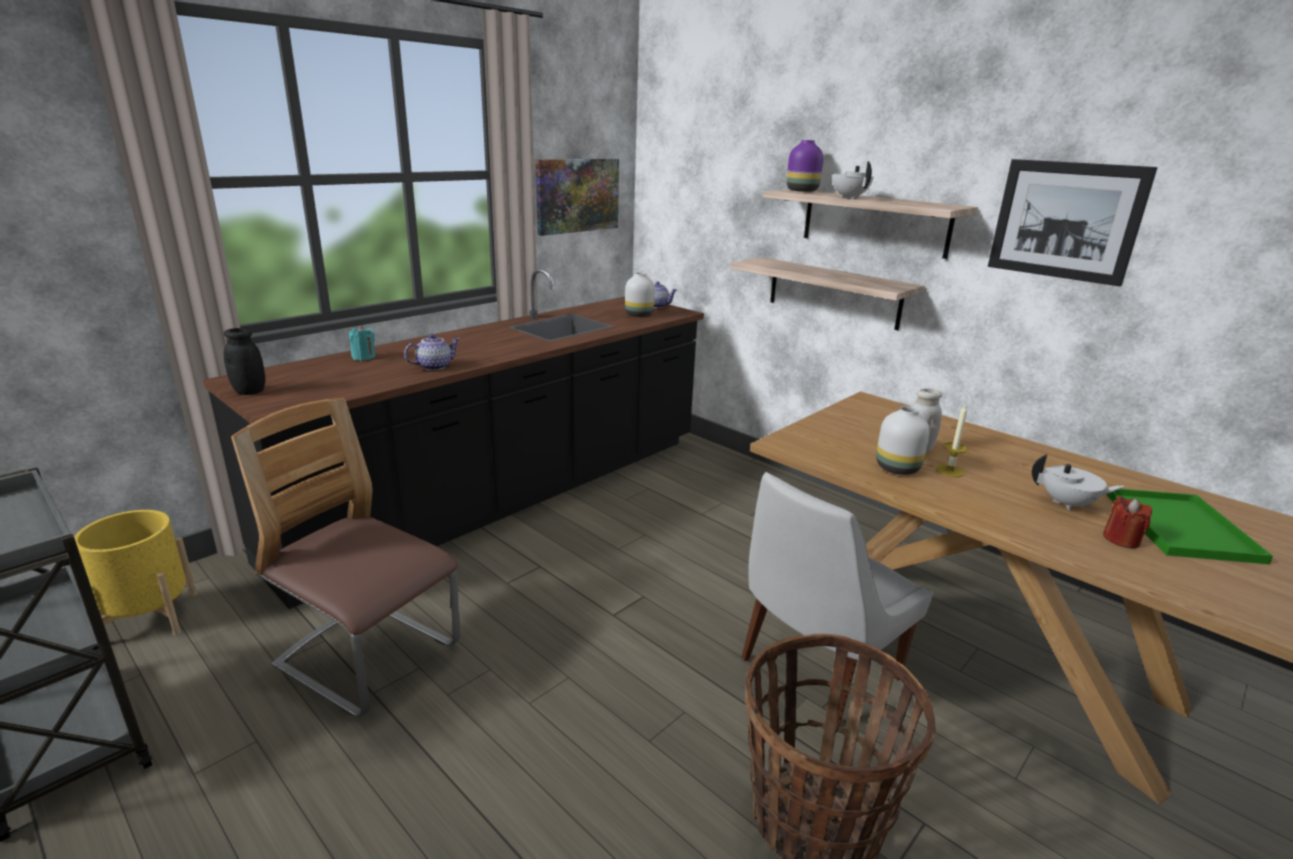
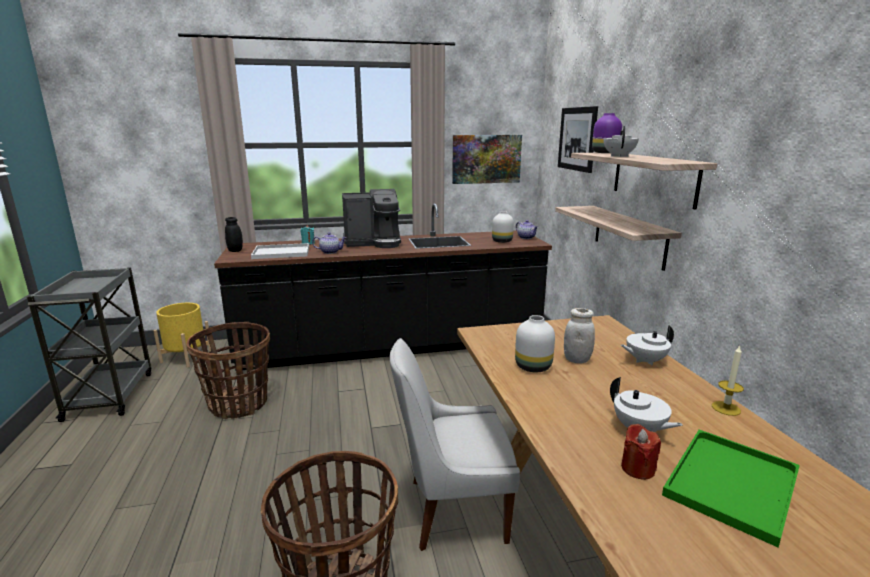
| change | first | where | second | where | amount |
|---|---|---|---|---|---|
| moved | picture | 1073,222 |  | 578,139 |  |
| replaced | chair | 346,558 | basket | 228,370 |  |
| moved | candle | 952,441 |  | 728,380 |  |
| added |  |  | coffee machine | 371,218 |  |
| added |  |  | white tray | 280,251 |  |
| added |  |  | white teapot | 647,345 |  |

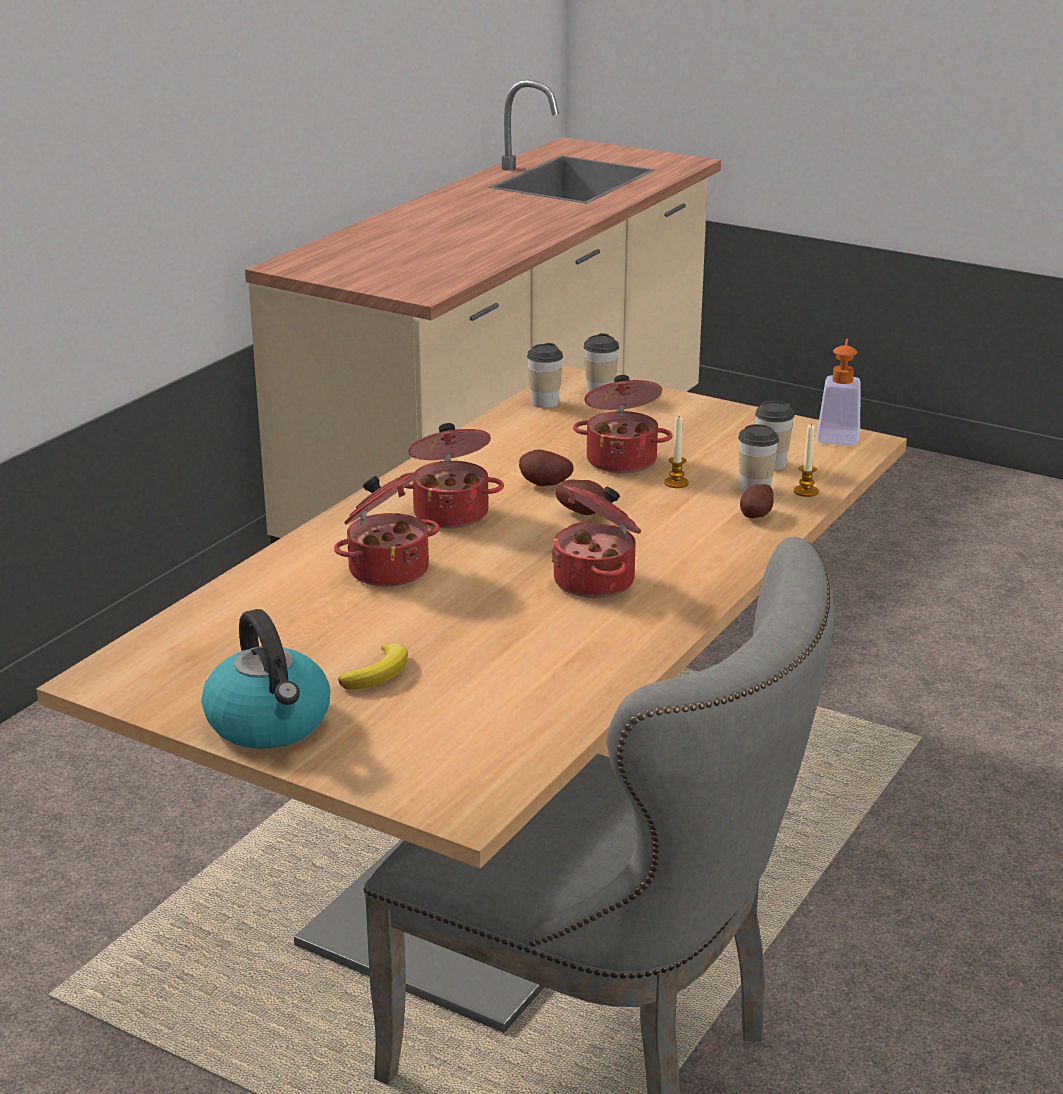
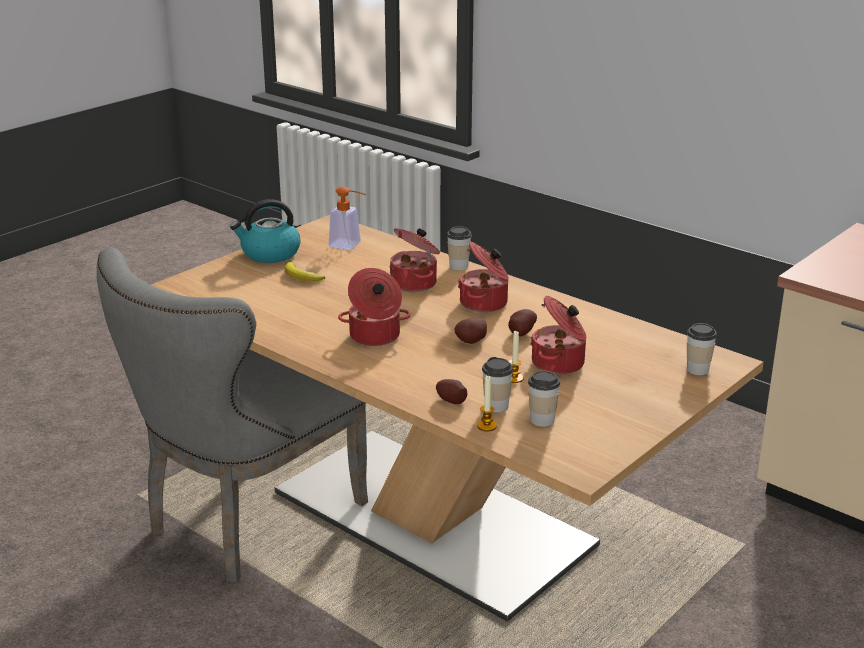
| change | first | where | second | where | amount |
|---|---|---|---|---|---|
| moved | soap dispenser | 838,392 |  | 347,218 |  |
| moved | cup | 545,375 |  | 459,248 |  |

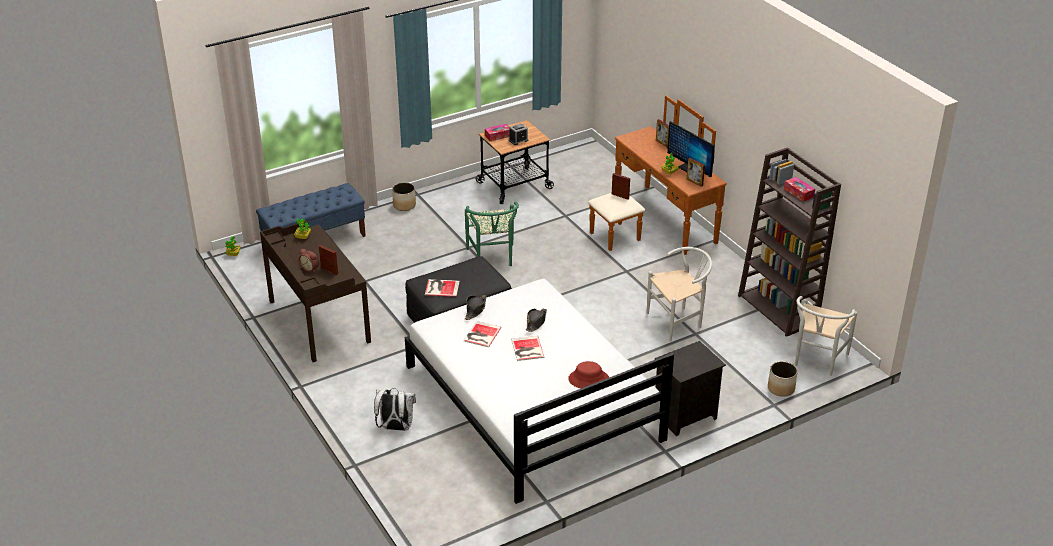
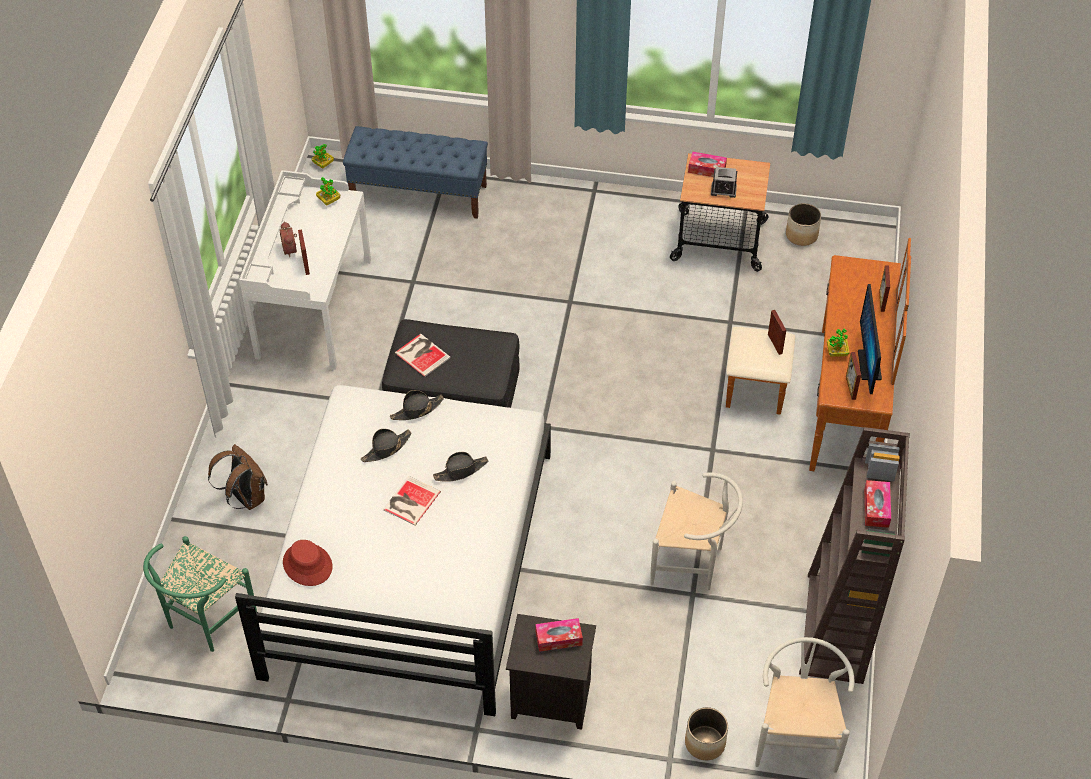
| change | first | where | second | where | amount |
|---|---|---|---|---|---|
| moved | planter | 404,196 |  | 803,224 |  |
| moved | green chair | 492,233 |  | 200,594 |  |
| recoloured | brown desk | 315,291 | white desk | 305,270 |  |
| turned | white chair | 826,336 |  | 805,705 | 120 degrees clockwise |
| replaced | book | 482,334 | black hat | 386,445 |  |
| moved | red hat | 588,375 |  | 307,563 |  |
| recoloured | white backpack | 395,409 | brown backpack | 238,477 |  |
| added |  |  | tissue box | 559,635 |  |

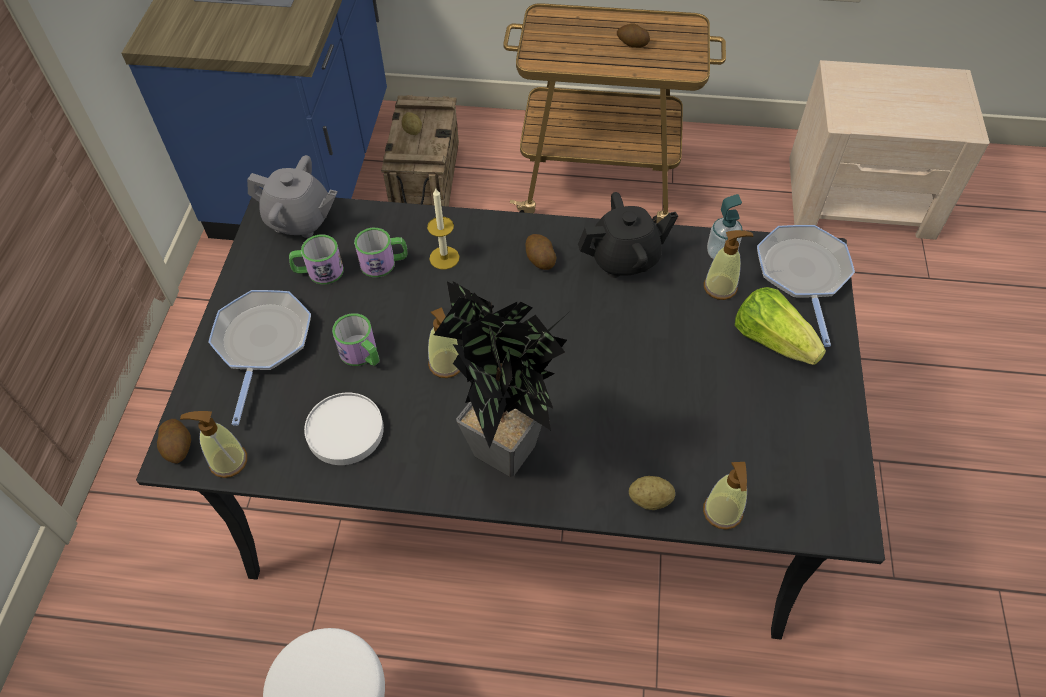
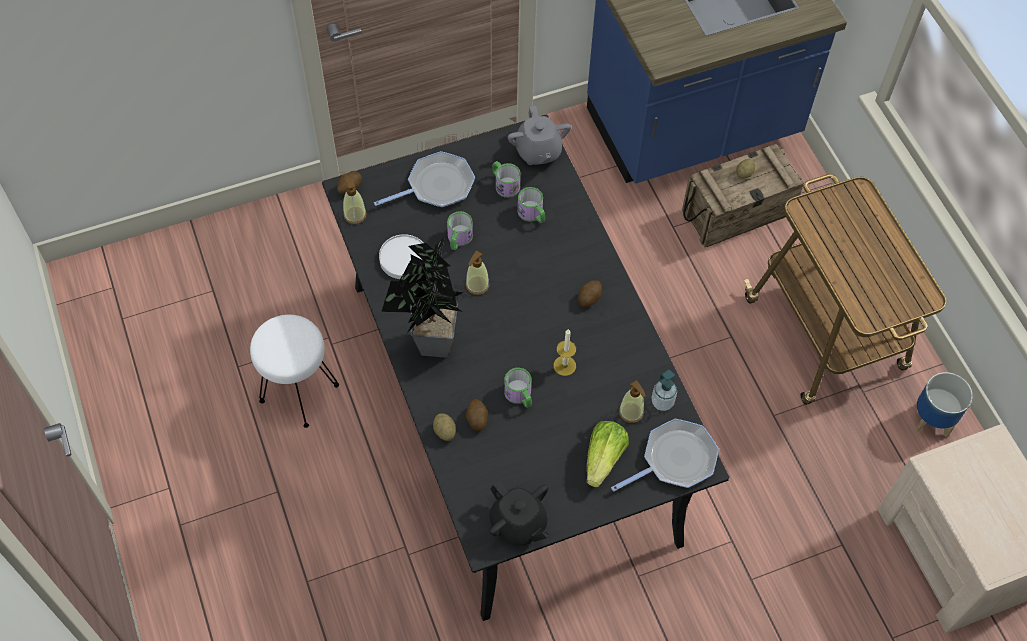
| change | first | where | second | where | amount |
|---|---|---|---|---|---|
| moved | potato | 633,35 |  | 477,415 |  |
| moved | candle | 443,228 |  | 564,352 |  |
| moved | black teapot | 628,235 |  | 520,513 |  |
| removed | soap dispenser | 725,496 |  |  |  |
| added |  |  | mug | 518,388 |  |
| added |  |  | planter | 944,404 |  |

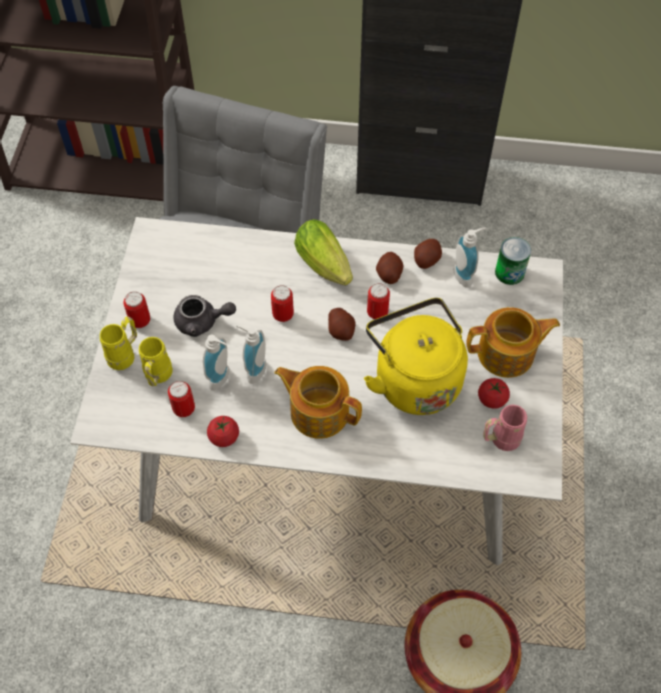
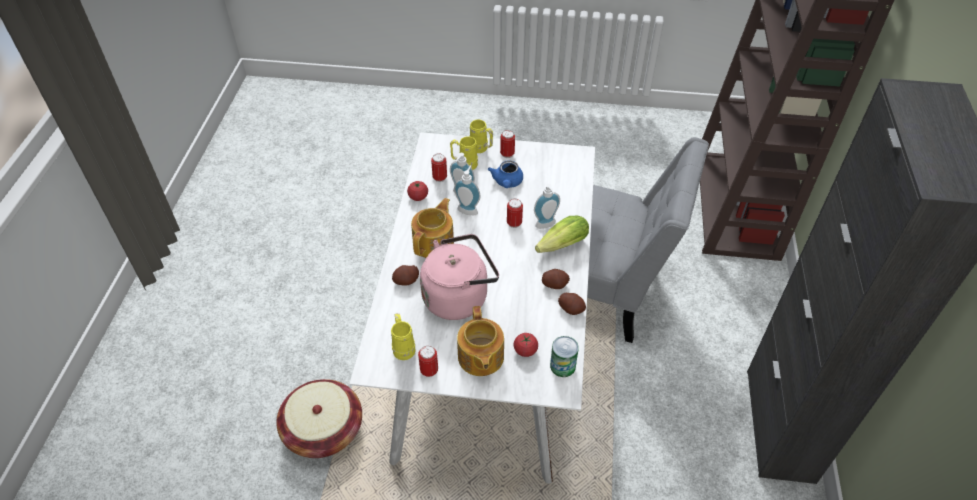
| change | first | where | second | where | amount |
|---|---|---|---|---|---|
| moved | soap dispenser | 469,257 |  | 547,206 |  |
| moved | can | 378,301 |  | 428,361 |  |
| recoloured | grey teapot | 205,316 | blue teapot | 505,174 |  |
| recoloured | yellow kettle | 416,356 | pink kettle | 459,277 |  |
| moved | potato | 341,324 |  | 405,275 |  |
| moved | tomato | 494,393 |  | 526,345 |  |
| recoloured | pink mug | 505,428 | yellow mug | 403,336 |  |

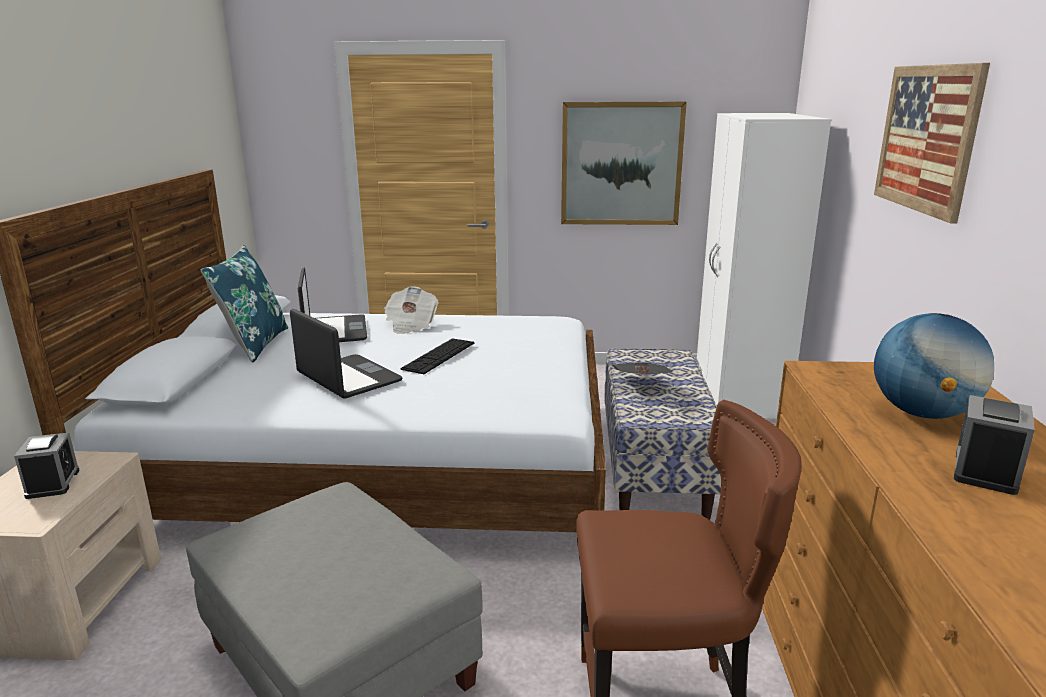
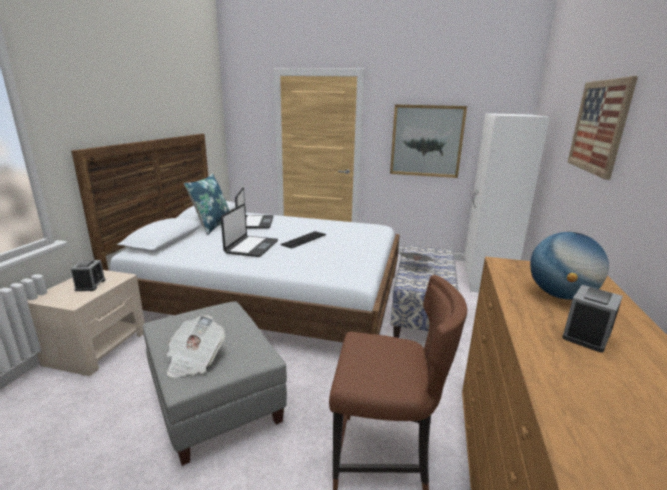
| change | first | where | second | where | amount |
|---|---|---|---|---|---|
| moved | newspaper | 411,310 |  | 196,346 |  |
| turned | laptop | 346,354 |  | 249,230 | 45 degrees clockwise |

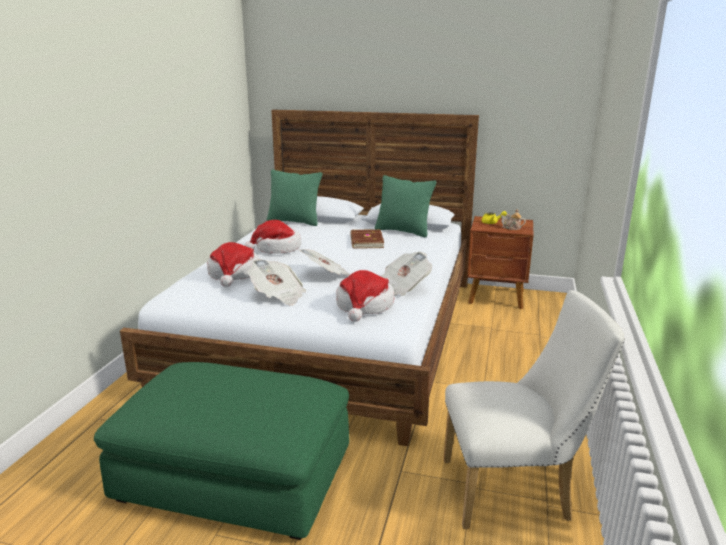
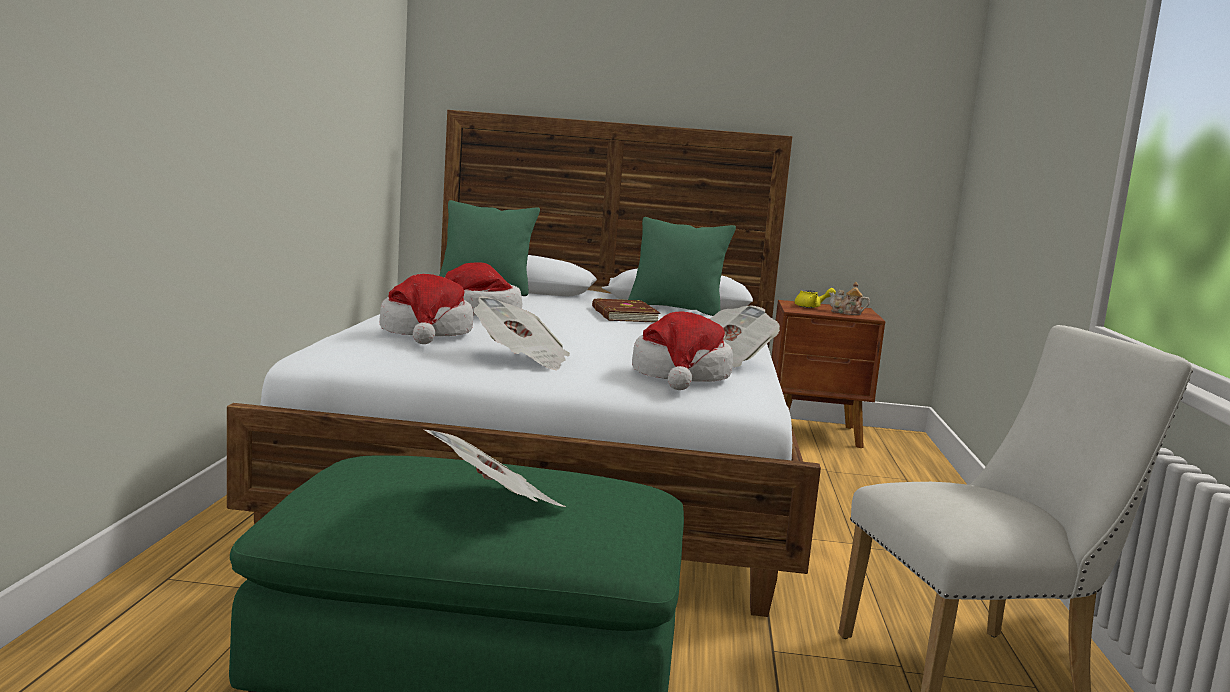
| change | first | where | second | where | amount |
|---|---|---|---|---|---|
| moved | newspaper | 324,262 |  | 495,468 |  |

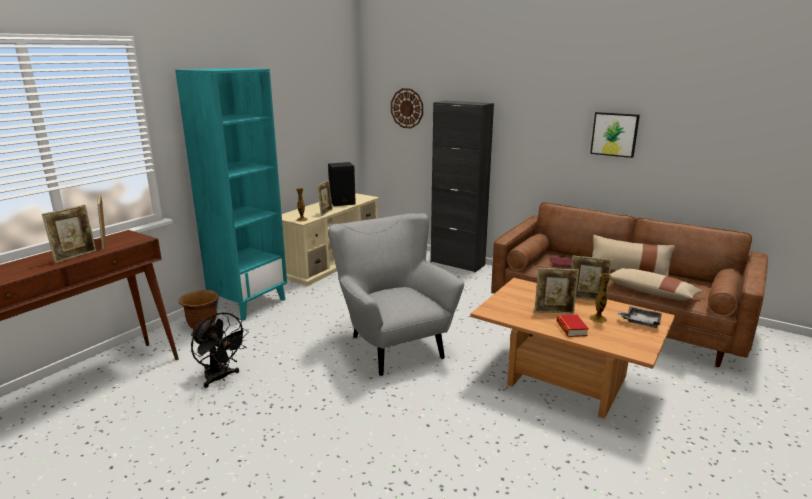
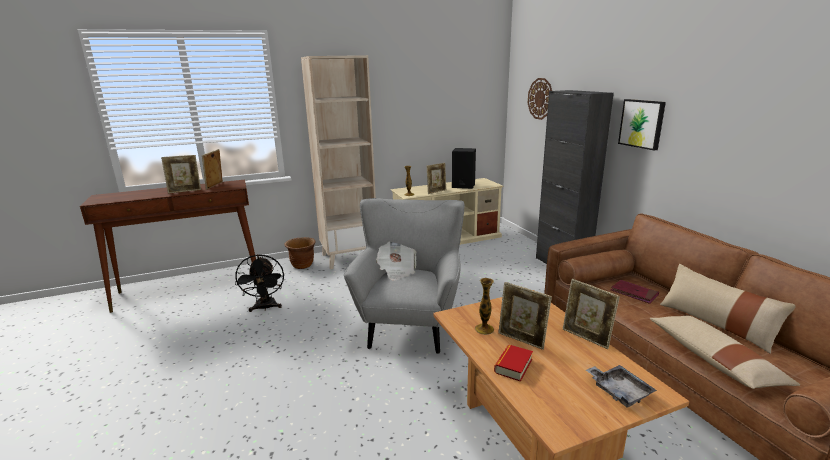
| change | first | where | second | where | amount |
|---|---|---|---|---|---|
| recoloured | turquoise bookcase | 231,194 | beige bookcase | 338,162 |  |
| moved | picture | 615,135 |  | 642,124 |  |
| moved | vase | 600,298 |  | 485,306 |  |
| added |  |  | newspaper | 396,261 |  |

